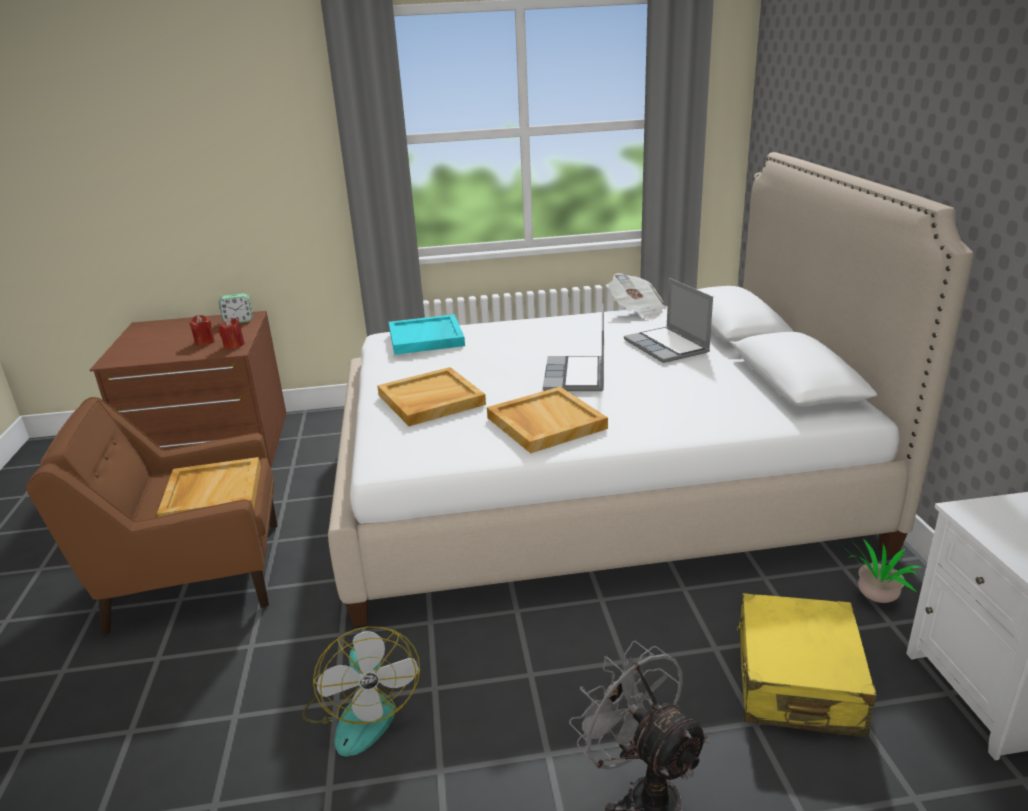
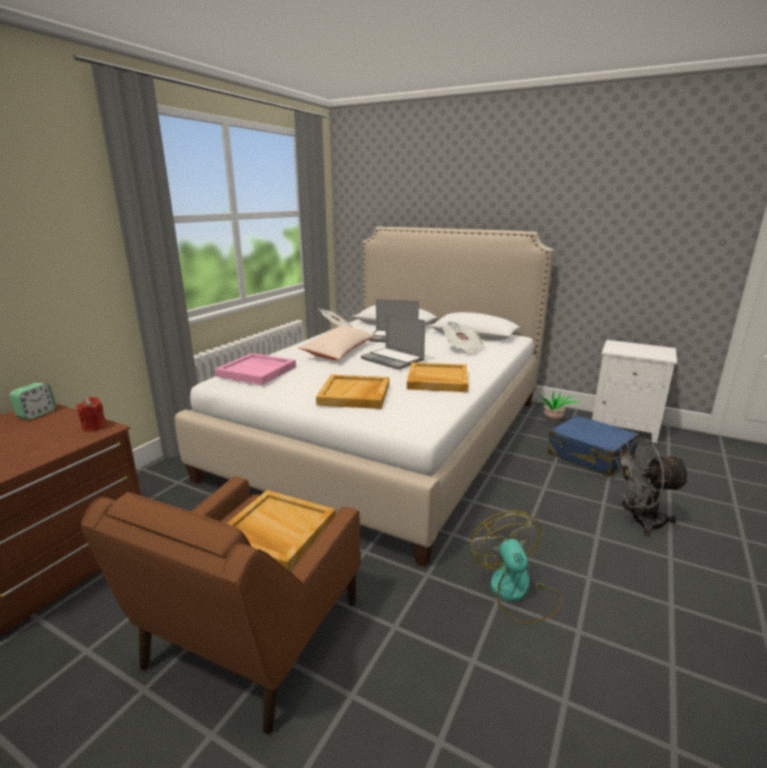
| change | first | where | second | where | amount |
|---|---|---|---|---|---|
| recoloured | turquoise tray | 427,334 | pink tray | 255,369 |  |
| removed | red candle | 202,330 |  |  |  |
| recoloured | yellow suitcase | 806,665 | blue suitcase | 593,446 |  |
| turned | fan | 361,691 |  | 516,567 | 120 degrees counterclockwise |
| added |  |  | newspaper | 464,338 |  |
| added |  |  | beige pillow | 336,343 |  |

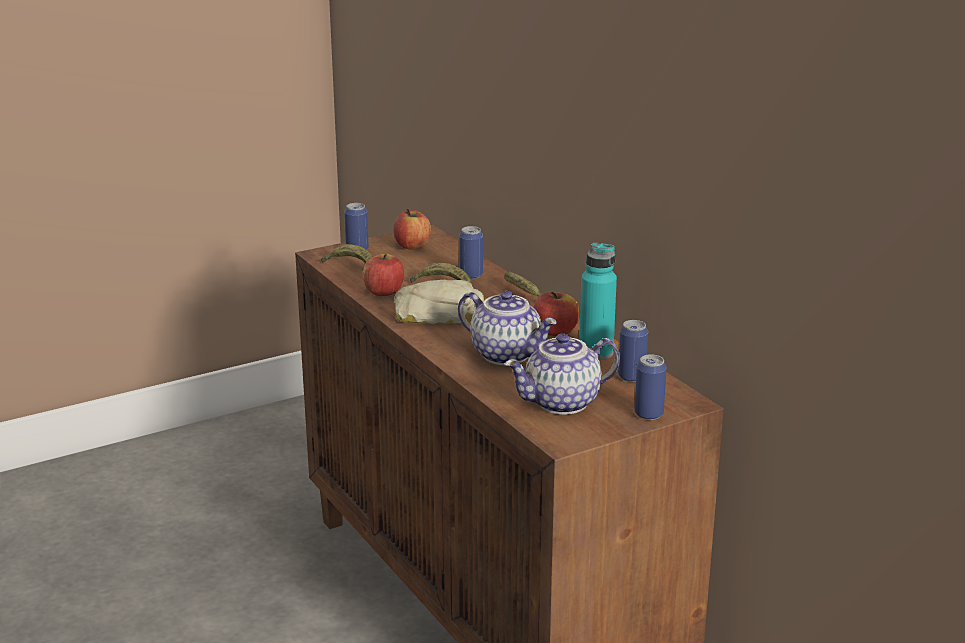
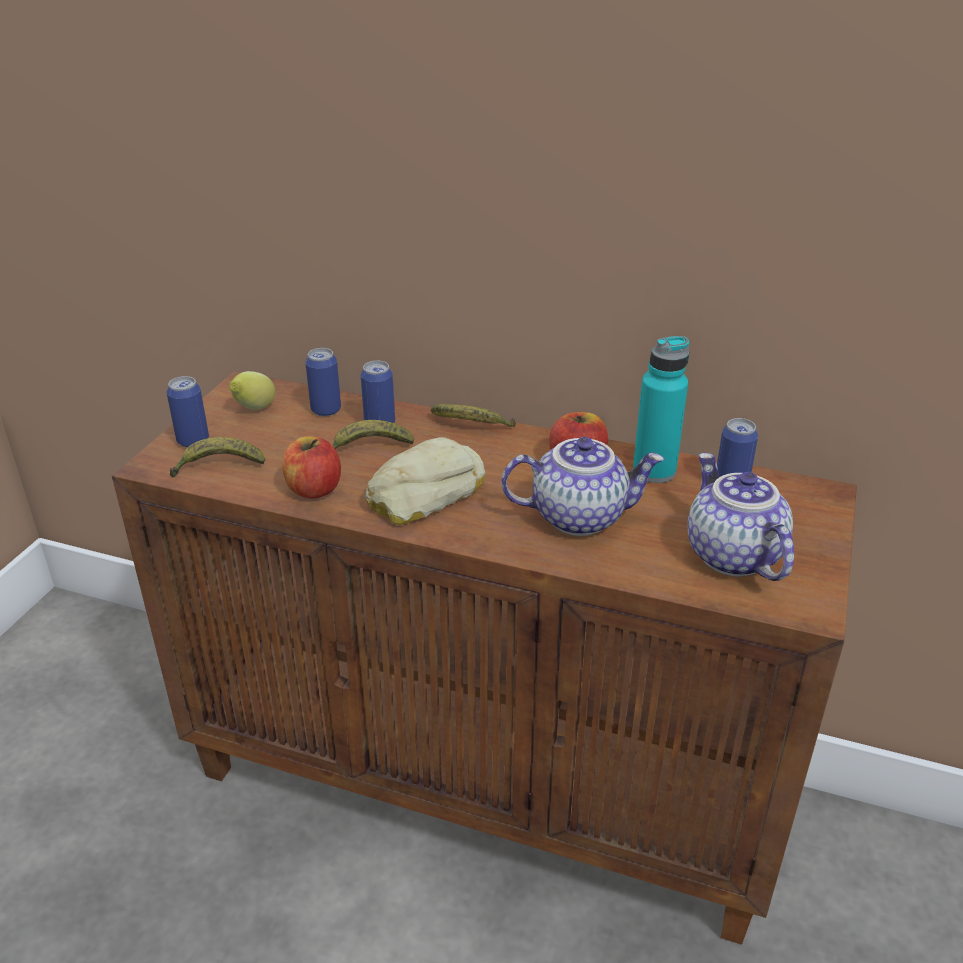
| change | first | where | second | where | amount |
|---|---|---|---|---|---|
| replaced | apple | 412,229 | lemon | 252,390 |  |
| turned | teapot | 562,374 |  | 740,517 | 135 degrees clockwise |
| moved | can | 650,387 |  | 323,382 |  |

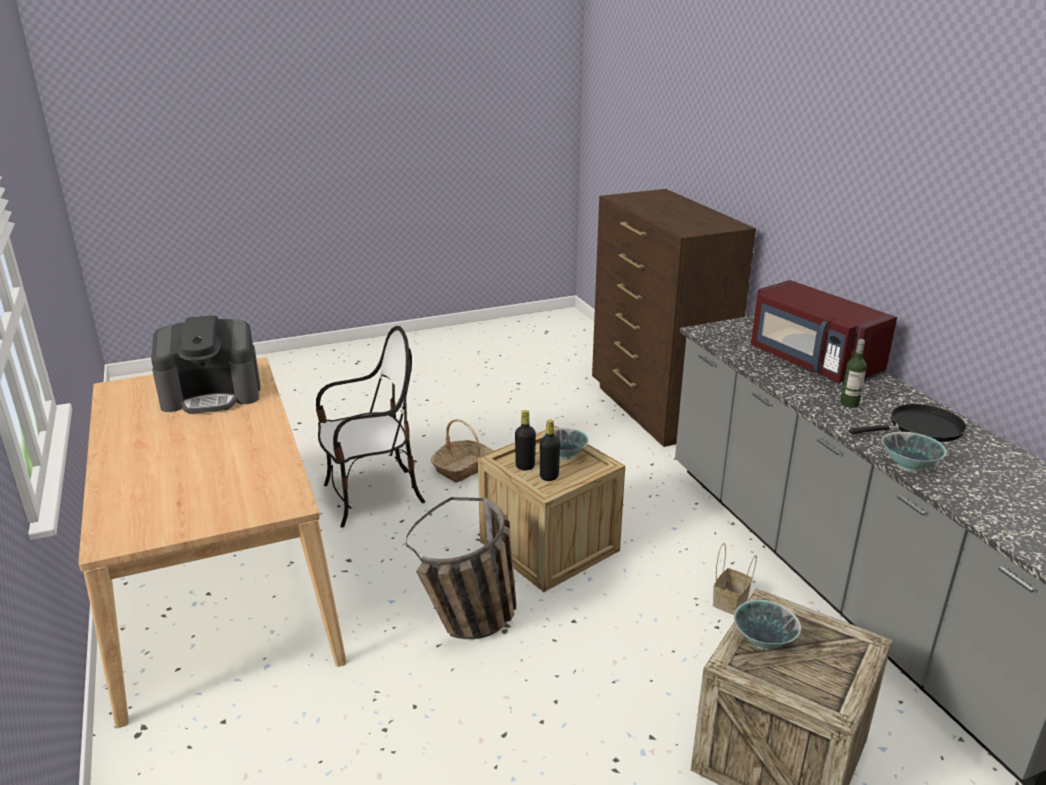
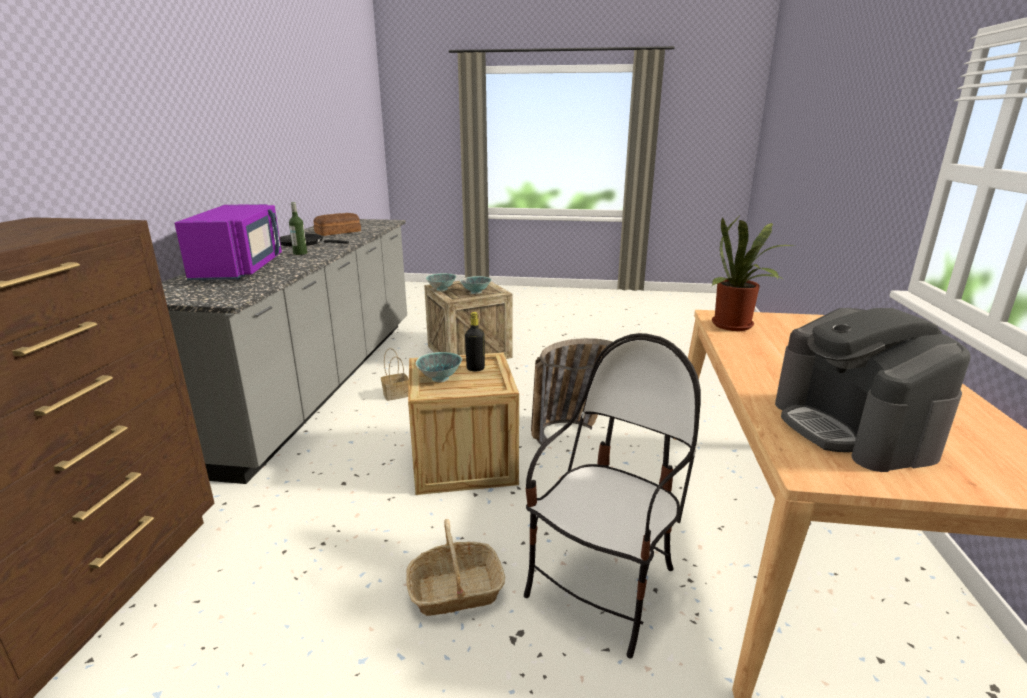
| change | first | where | second | where | amount |
|---|---|---|---|---|---|
| recoloured | red microwave | 824,331 | purple microwave | 228,242 |  |
| turned | coffee machine | 206,364 |  | 873,390 | 120 degrees counterclockwise |
| turned | chair | 371,427 |  | 612,496 | 120 degrees clockwise |
| removed | black bottle | 525,440 |  |  |  |
| moved | bowl | 914,452 |  | 441,282 |  |
| added |  |  | bread | 337,224 |  |
| added |  |  | potted plant | 753,274 |  |

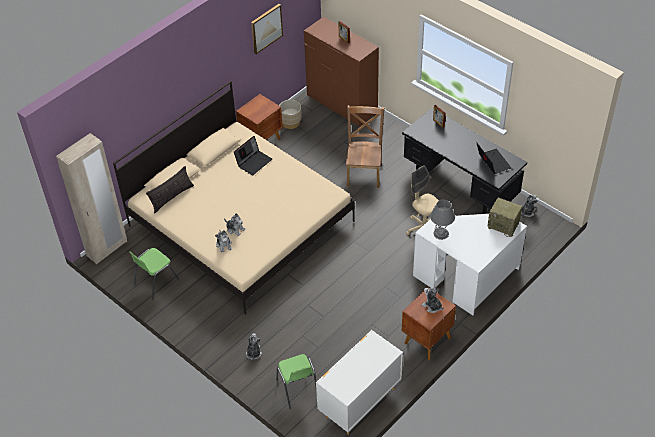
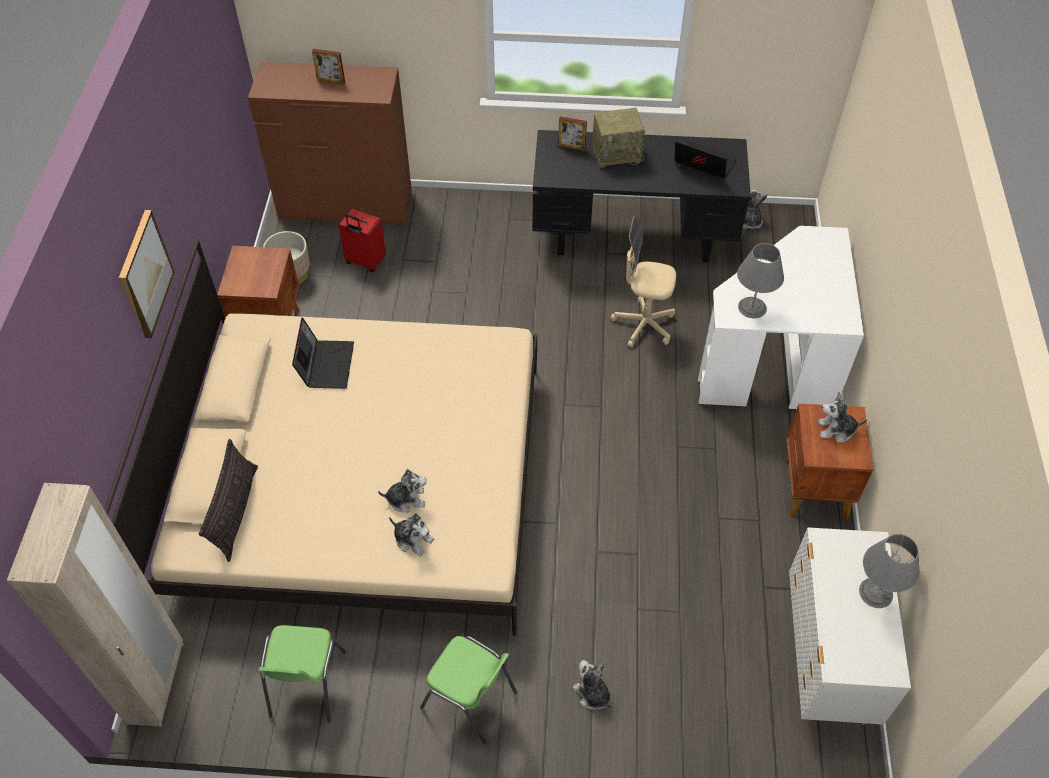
| change | first | where | second | where | amount |
|---|---|---|---|---|---|
| moved | picture | 267,29 |  | 147,274 |  |
| removed | brown chair | 365,146 |  |  |  |
| moved | radio | 504,217 |  | 618,138 |  |
| moved | green chair | 296,381 |  | 468,690 |  |
| added |  |  | red suitcase | 362,240 |  |
| added |  |  | grey table lamp | 889,571 |  |

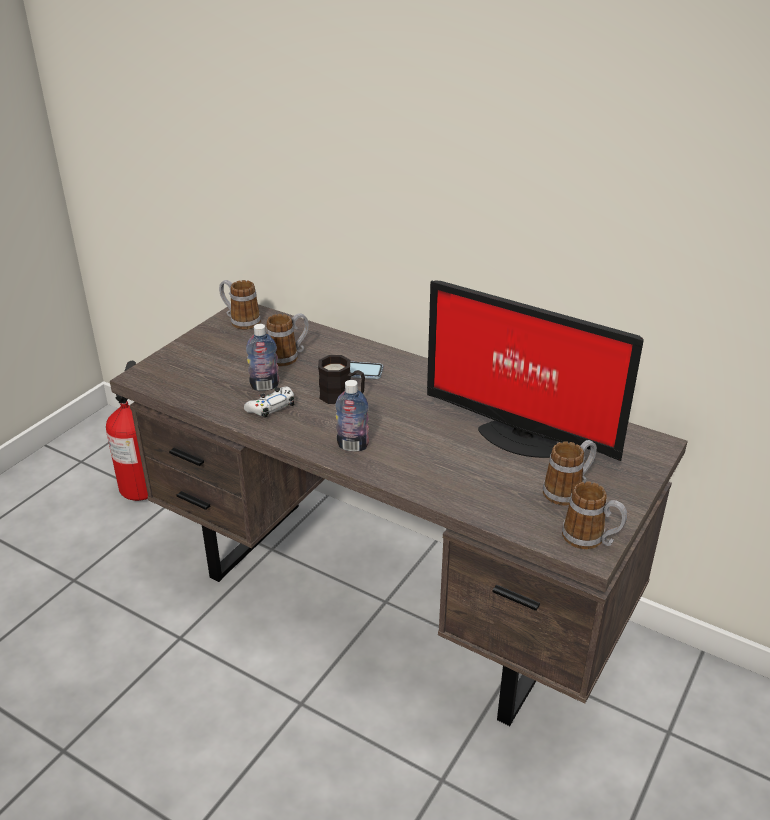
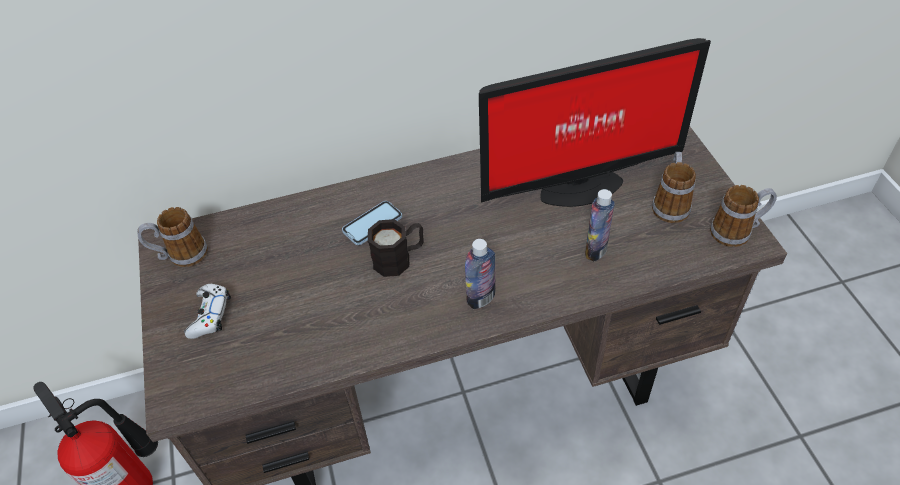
| change | first | where | second | where | amount |
|---|---|---|---|---|---|
| removed | mug | 287,339 |  |  |  |
| moved | bottle | 262,357 |  | 600,225 |  |
| moved | white game controller | 269,402 |  | 208,311 |  |

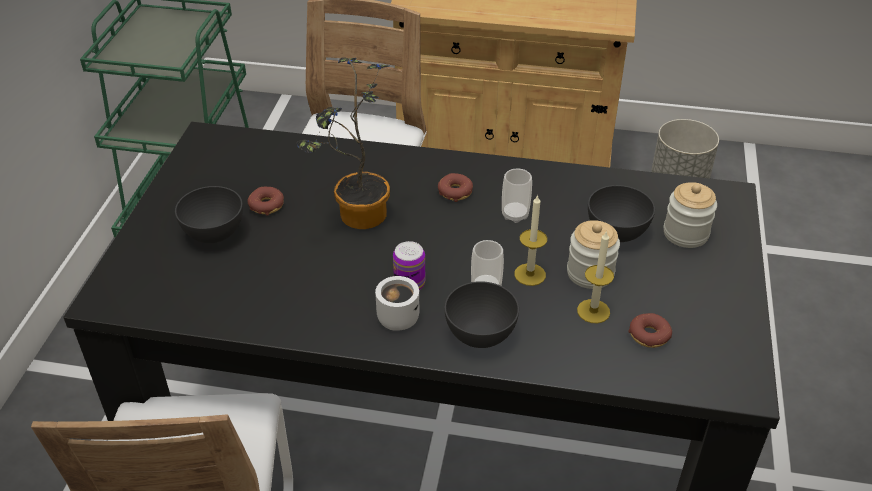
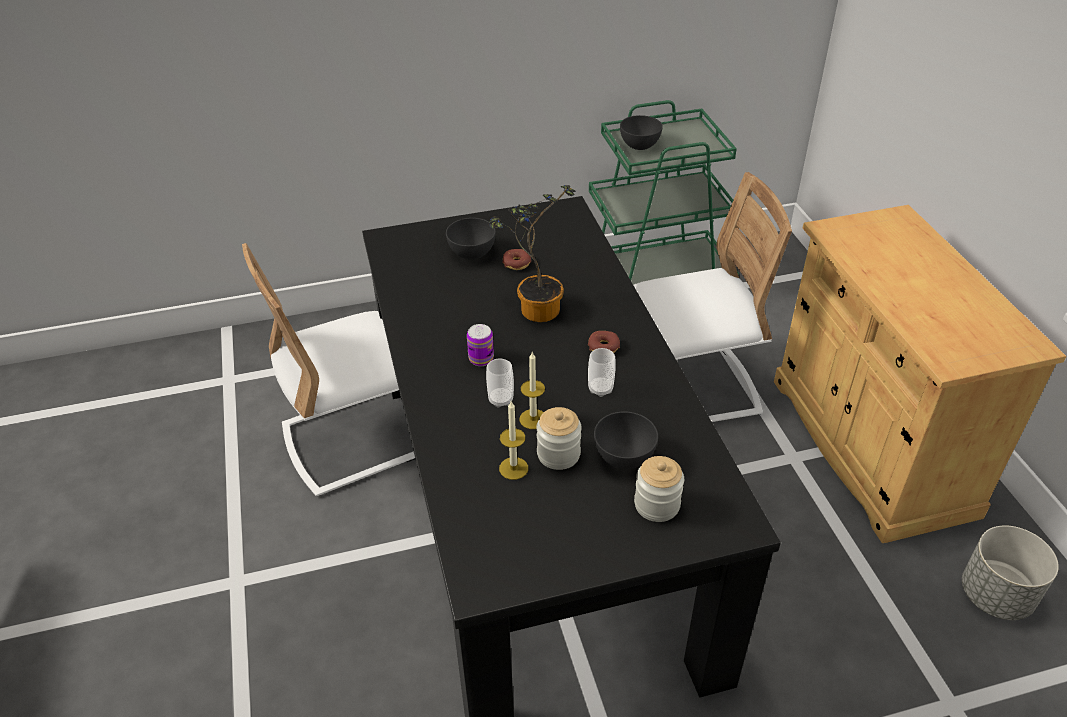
| change | first | where | second | where | amount |
|---|---|---|---|---|---|
| removed | white mug | 397,303 |  |  |  |
| moved | grey bowl | 481,314 |  | 641,132 |  |
| removed | donut | 650,330 |  |  |  |

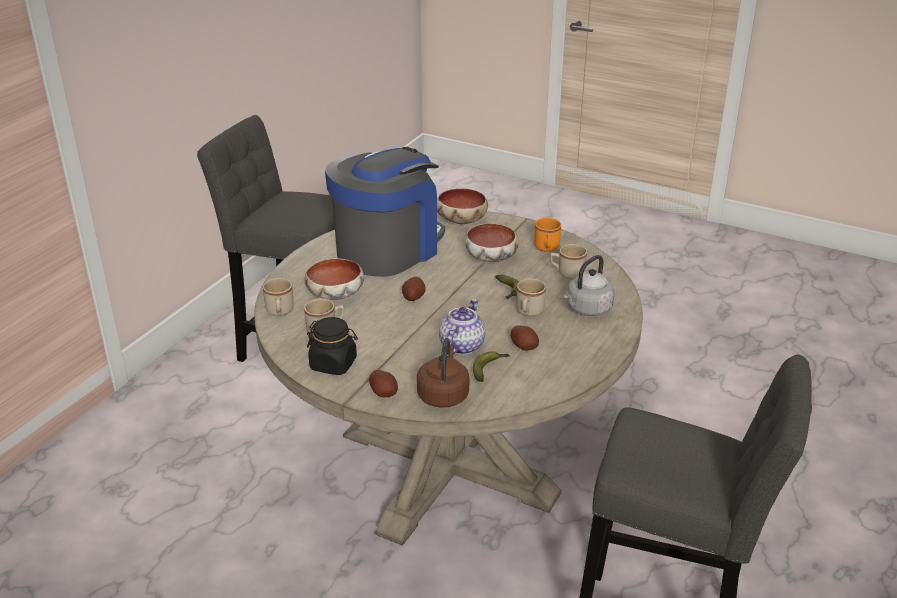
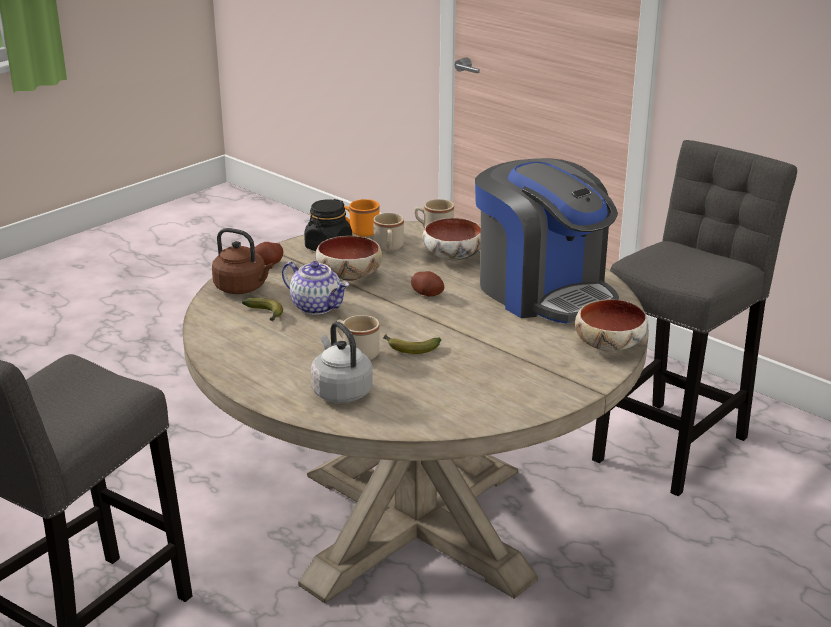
| change | first | where | second | where | amount |
|---|---|---|---|---|---|
| moved | orange mug | 547,235 |  | 361,218 |  |
| moved | bowl | 492,242 |  | 348,258 |  |
| removed | beige mug | 568,262 |  |  |  |
| removed | potato | 524,337 |  |  |  |

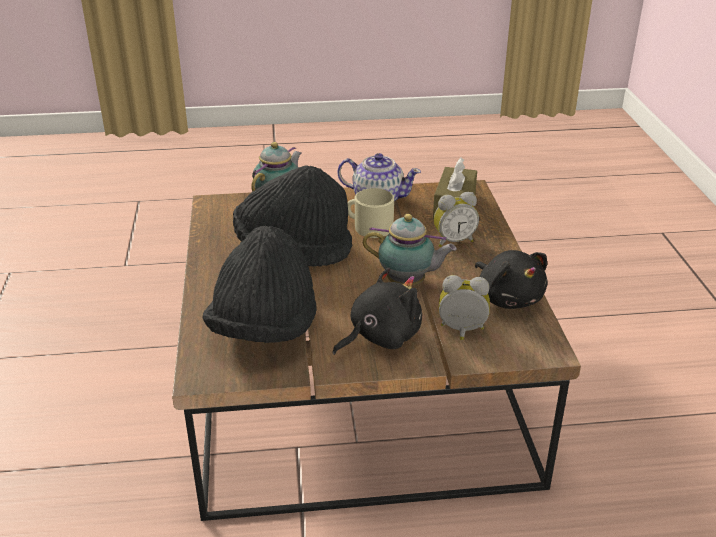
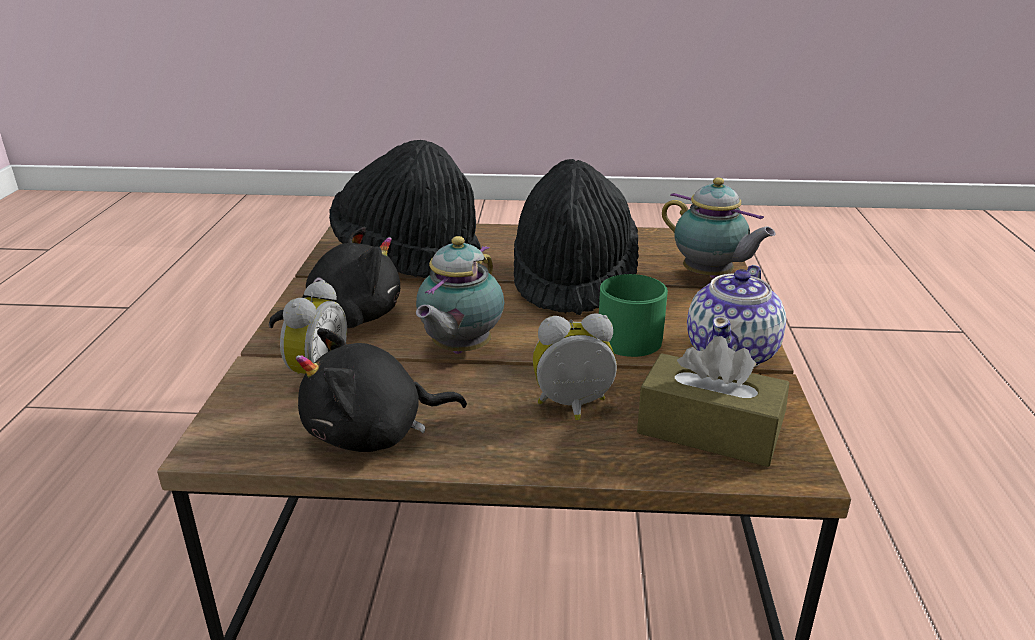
| change | first | where | second | where | amount |
|---|---|---|---|---|---|
| recoloured | beige mug | 370,213 | green mug | 633,315 |  |
| turned | alarm clock | 456,219 |  | 575,366 | 90 degrees clockwise |
| turned | black plush toy | 377,311 |  | 334,277 | 90 degrees counterclockwise |

